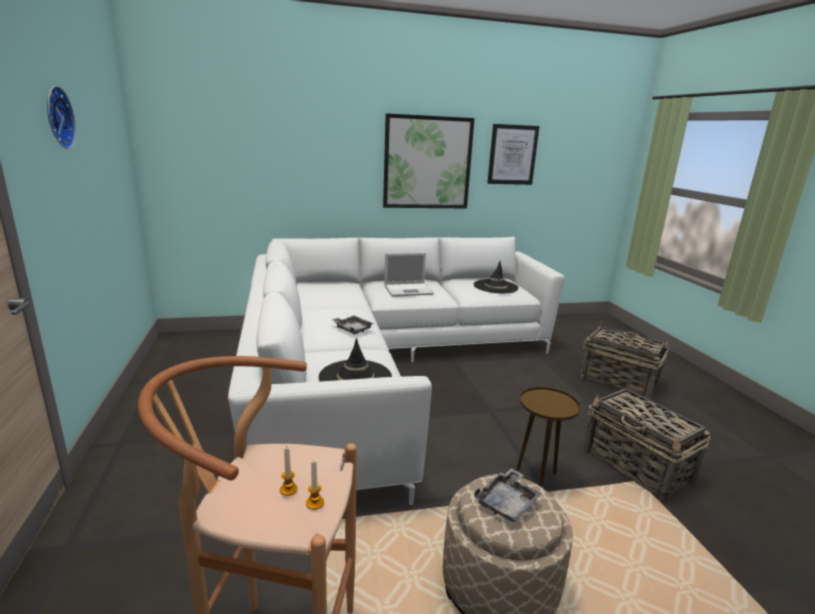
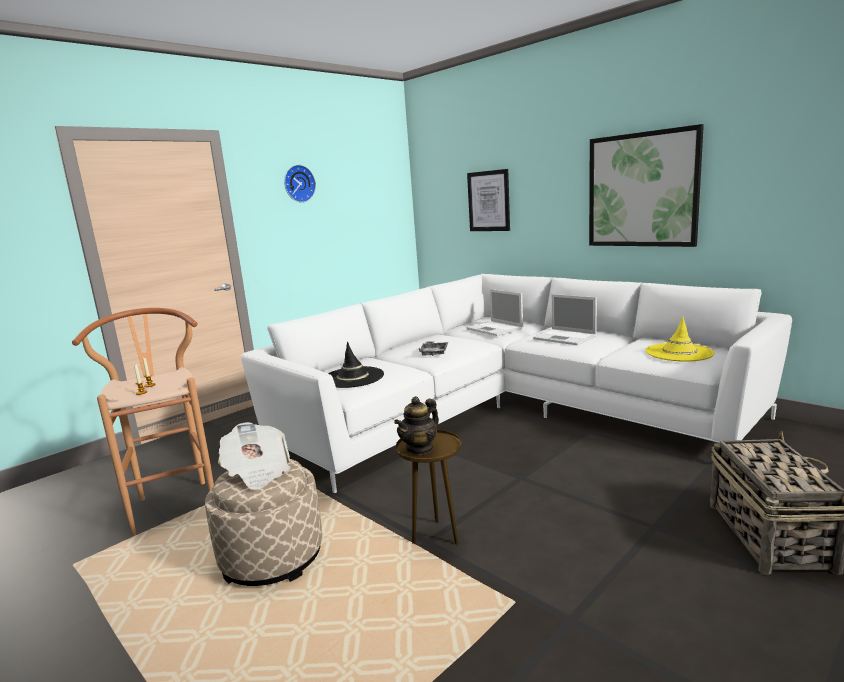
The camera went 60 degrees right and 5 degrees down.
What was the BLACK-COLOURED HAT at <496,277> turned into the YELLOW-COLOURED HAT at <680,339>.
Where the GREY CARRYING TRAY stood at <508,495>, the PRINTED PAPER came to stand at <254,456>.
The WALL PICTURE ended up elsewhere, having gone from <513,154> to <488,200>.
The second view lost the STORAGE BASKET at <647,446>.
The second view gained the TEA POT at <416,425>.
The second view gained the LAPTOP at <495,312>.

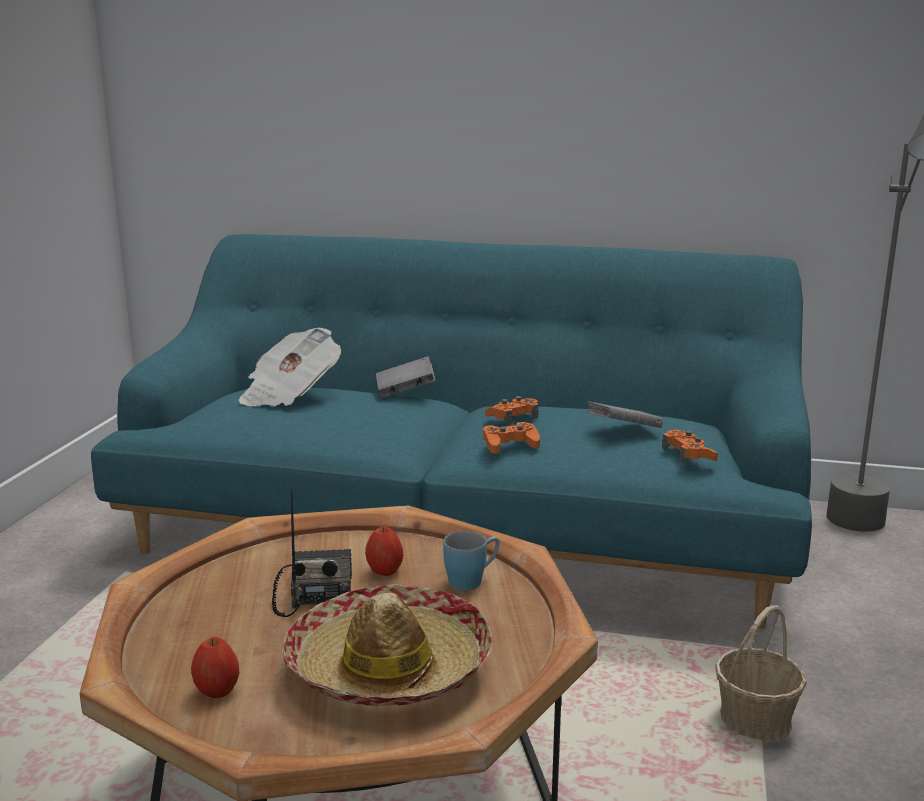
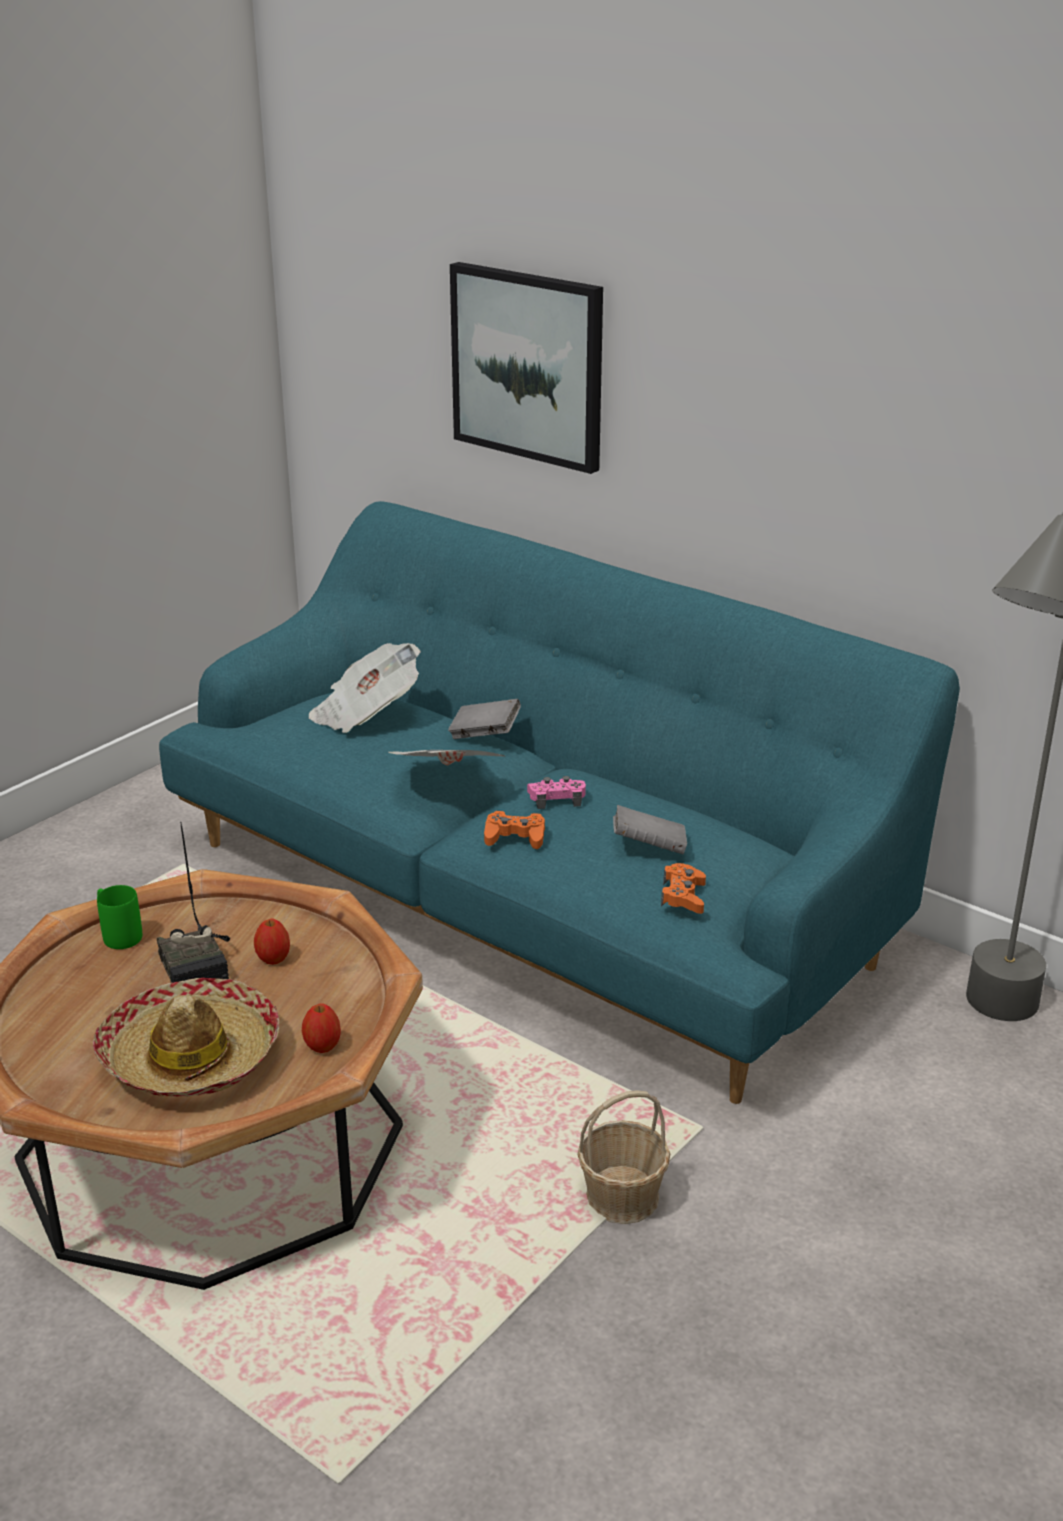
The camera went 25 degrees right and 10 degrees up.
The APPLE FRUIT ended up elsewhere, having gone from <215,667> to <321,1028>.
The RADIO at <312,552> ended up facing another way, 135 degrees clockwise from before.
The second view lost the BLUISH MUG at <471,560>.
What was the ORANGE-COLOURED JOYPAD at <511,410> turned into the PINK-COLOURED JOYPAD at <556,792>.
The second view gained the GREEN-COLOURED MUG at <119,917>.
The second view gained the PRINTED PAPER at <447,757>.
The second view gained the WALL PICTURE at <526,368>.

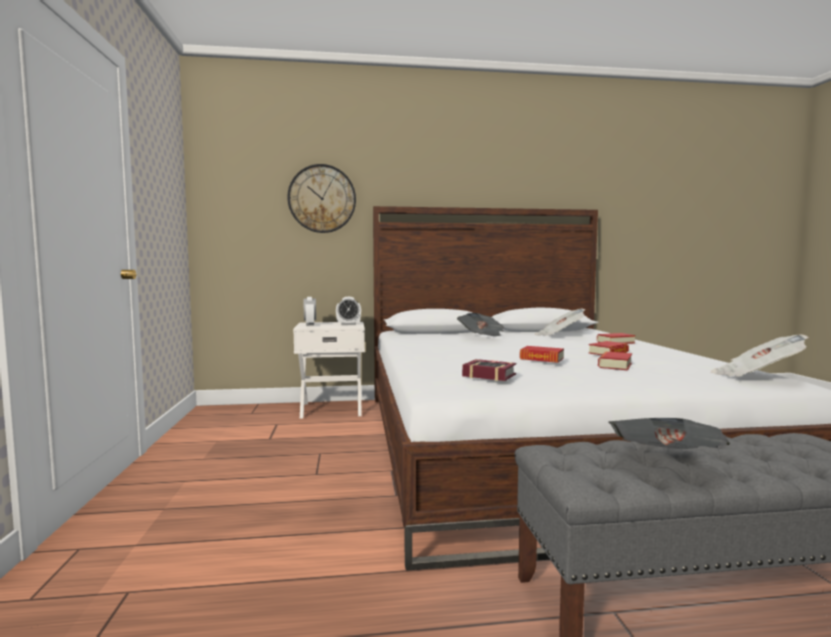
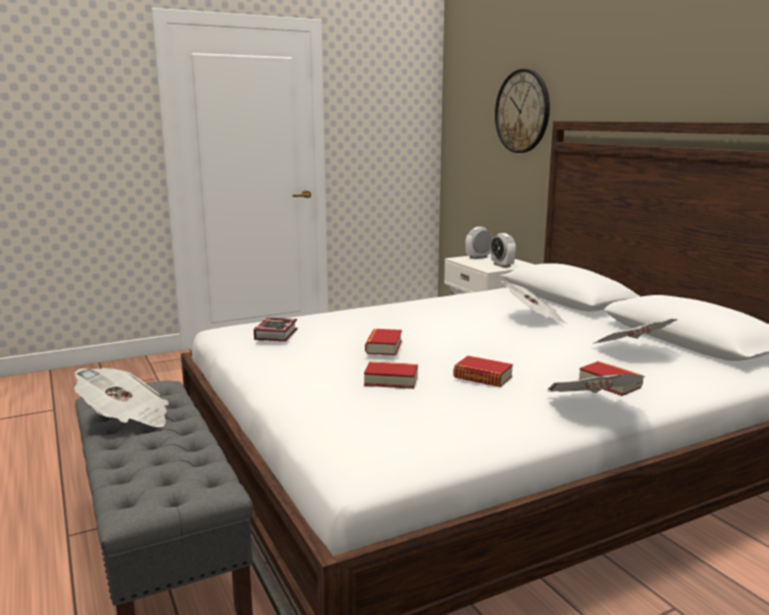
The camera went 70 degrees right and 10 degrees up.
The PRINTED PAPER ended up elsewhere, having gone from <760,356> to <596,383>.

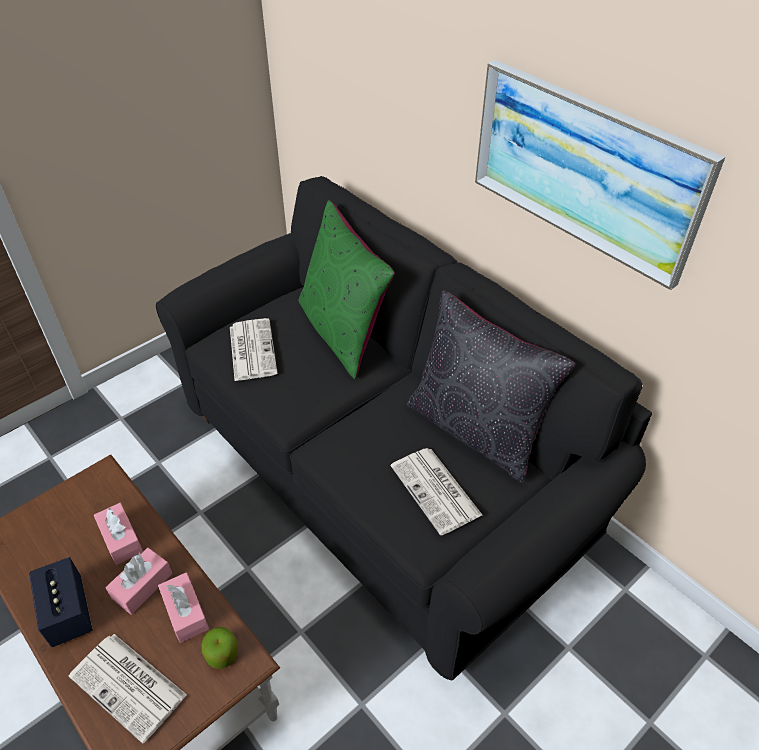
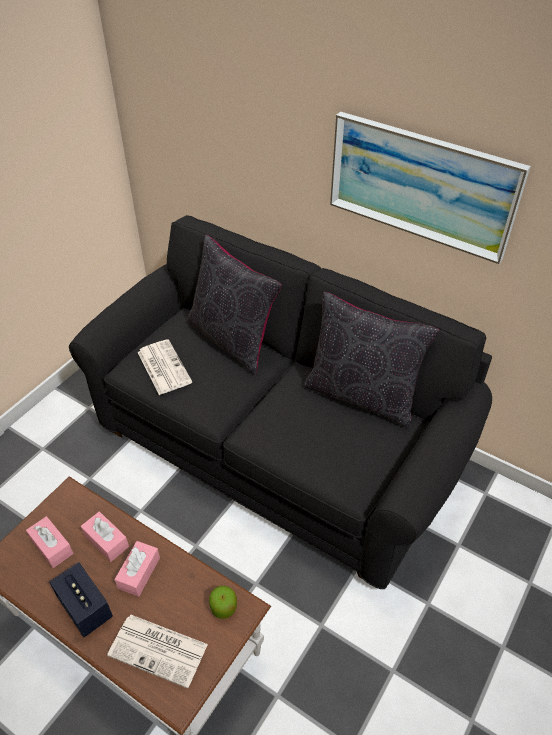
The camera went 15 degrees left and 0 degrees up.
The PINK-COLOURED BOX OF TISSUES ended up elsewhere, having gone from <183,607> to <49,542>.
What was the GREEN-COLOURED THROW PILLOW at <347,289> turned into the BLACK-COLOURED THROW PILLOW at <234,305>.
The second view lost the PRINTED PAPER at <436,491>.

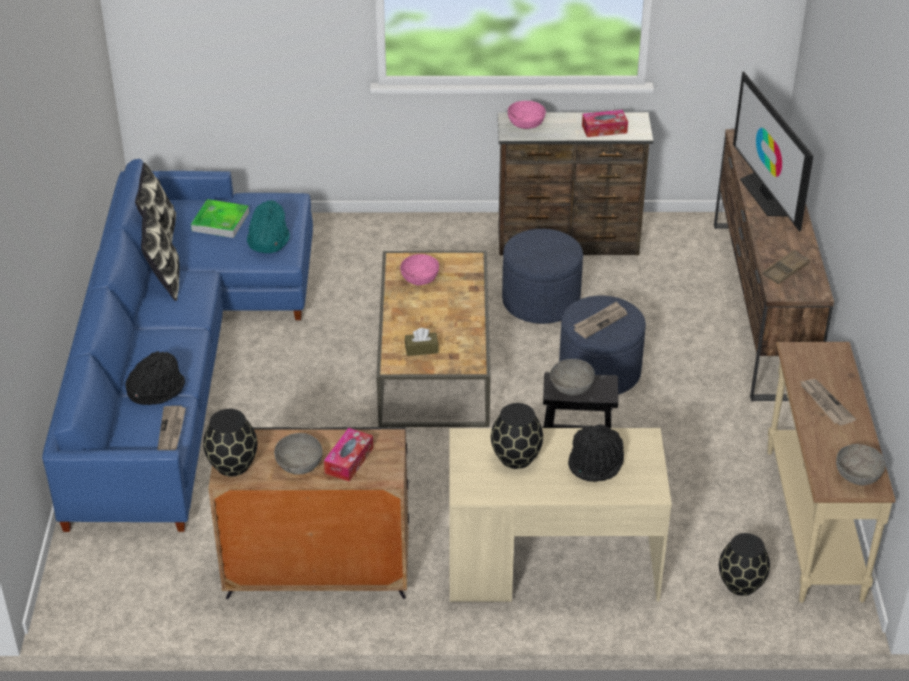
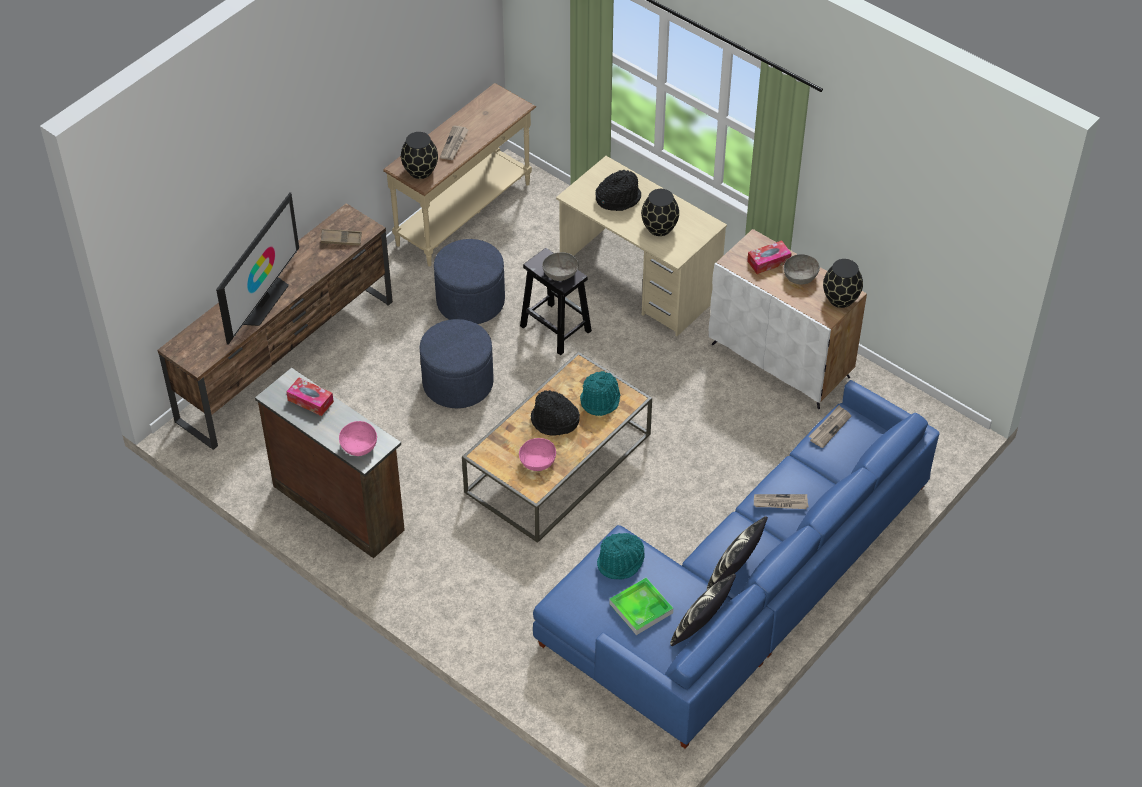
The camera went 140 degrees left and 10 degrees up.
The BLACK-COLOURED HAT ended up elsewhere, having gone from <155,378> to <555,413>.
What was the BLACK-COLOURED CUPBOARD at <309,513> turned into the WHITISH CUPBOARD at <788,319>.
Where the BROWN-COLOURED BOX OF TISSUES stood at <422,342>, the TURQUOISE-COLOURED HAT came to stand at <600,393>.
The BLUISH POUFFE ended up elsewhere, having gone from <542,276> to <469,281>.
The PRINTED PAPER ended up elsewhere, having gone from <600,319> to <781,501>.
The BLACK-COLOURED VASE ended up elsewhere, having gone from <744,564> to <419,155>.
The second view lost the GREY SERVING BOWL at <861,465>.

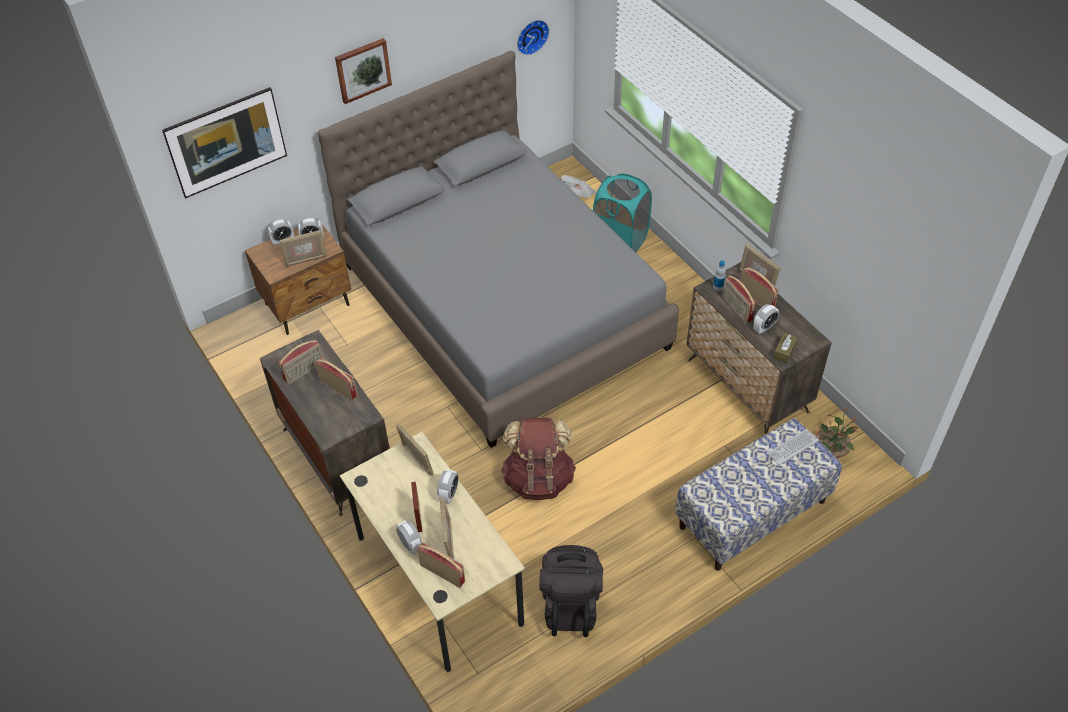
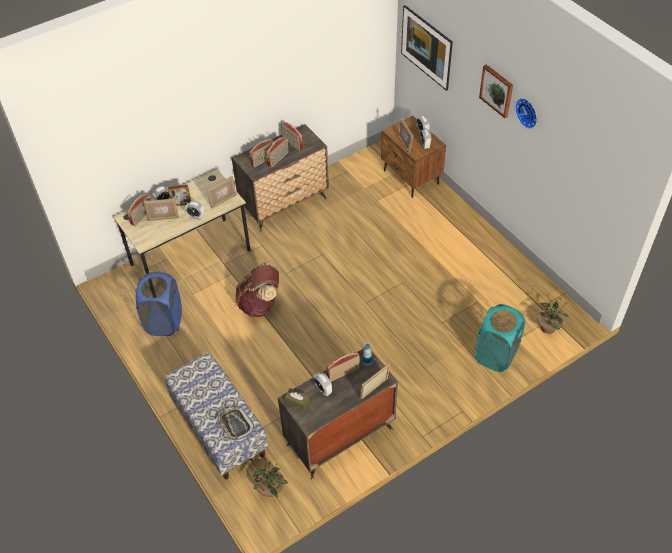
The camera went 90 degrees right and 0 degrees up.
The second view lost the GREY SLEEPING BED at <498,249>.
The WALL CLOCK ended up elsewhere, having gone from <533,37> to <526,113>.
Where the BLACK-COLOURED KNAPSACK stood at <571,591>, the BLUISH HAMPER came to stand at <159,304>.
Where the PRINTED PAPER stood at <579,186>, the POTTED PLANT came to stand at <553,314>.
The RADIO ended up elsewhere, having gone from <759,287> to <261,153>.
Where the COMPUTER KEYBOARD stood at <792,447>, the CARRYING TRAY came to stand at <235,423>.

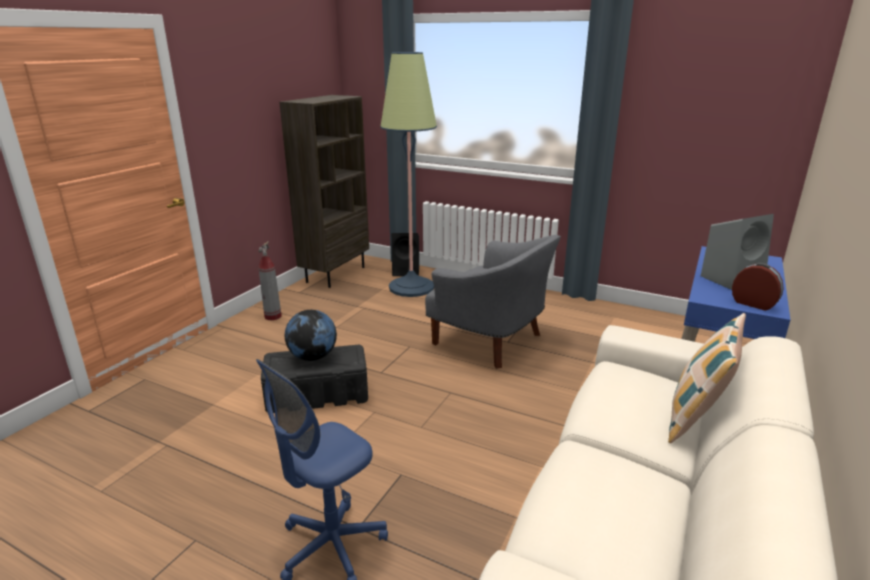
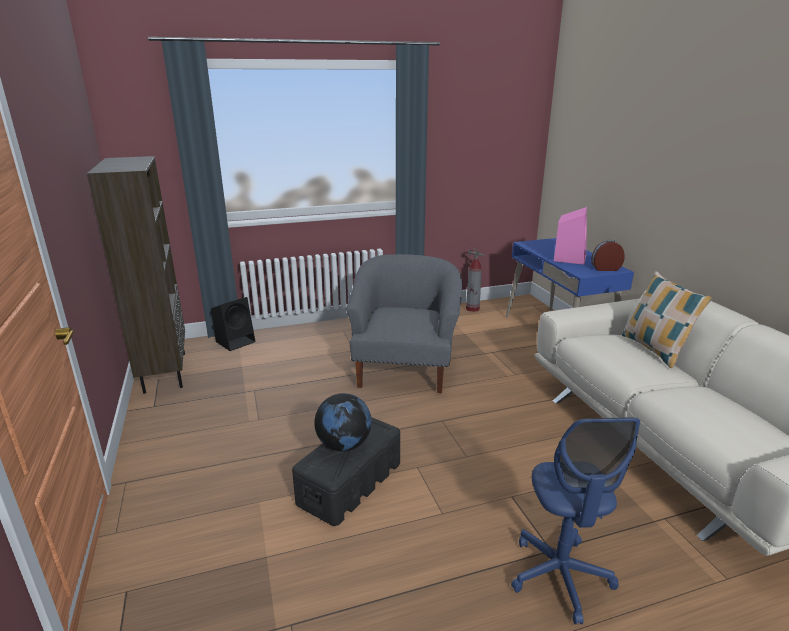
The camera went 45 degrees left and 0 degrees up.
The EXTINGUISHER ended up elsewhere, having gone from <270,280> to <475,280>.
The second view lost the FLOOR LAMP at <408,174>.
The GREY EASY CHAIR at <493,302> ended up facing another way, 75 degrees counterclockwise from before.
What was the GREY LOUDSPEAKER at <737,252> turned into the PINK-COLOURED LOUDSPEAKER at <570,236>.

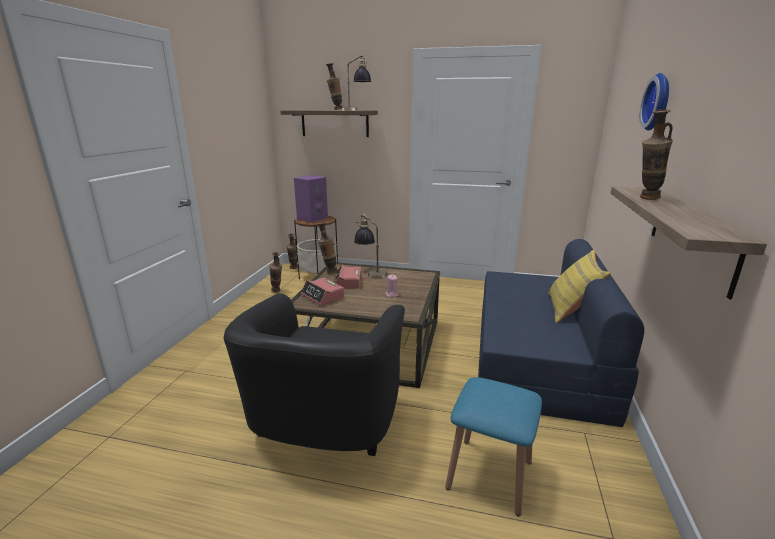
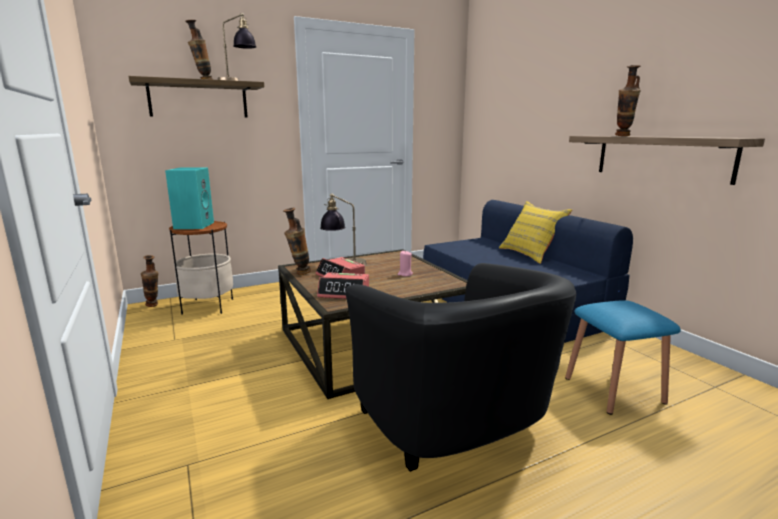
The camera went 40 degrees left and 5 degrees down.
The second view lost the VASE at <275,272>.
What was the PURPLISH LOUDSPEAKER at <311,199> turned into the TURQUOISE-COLOURED LOUDSPEAKER at <189,198>.
The second view lost the WALL CLOCK at <654,102>.

